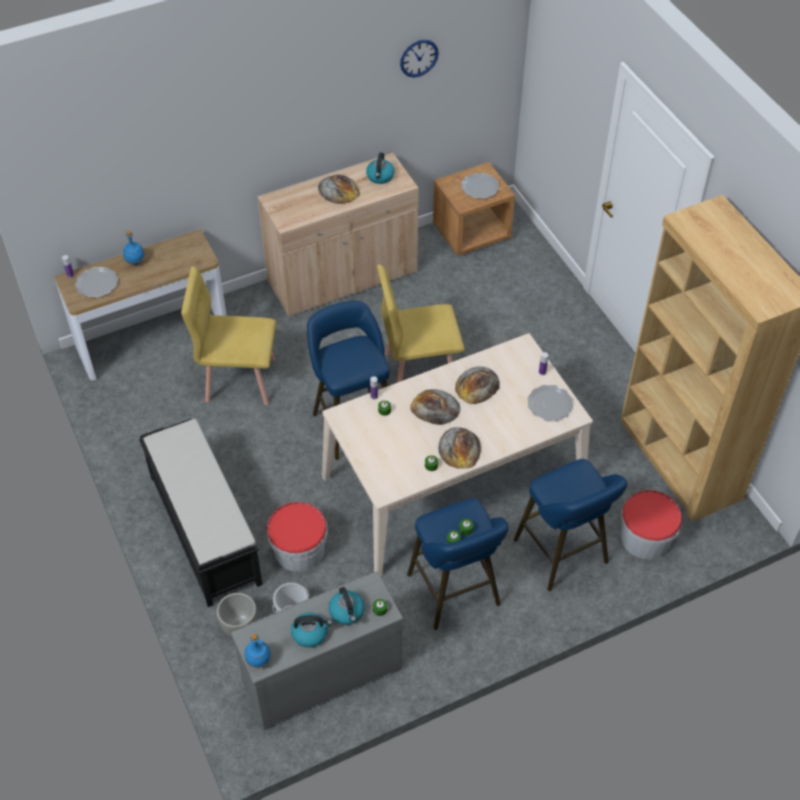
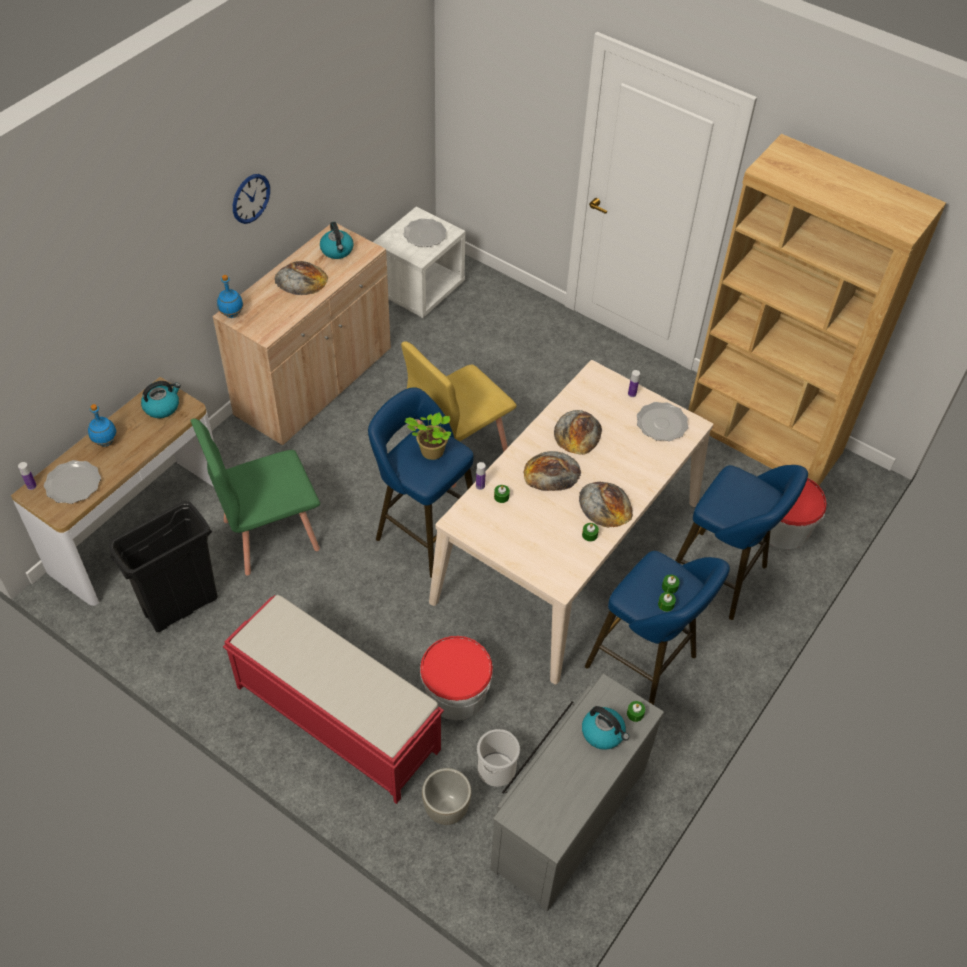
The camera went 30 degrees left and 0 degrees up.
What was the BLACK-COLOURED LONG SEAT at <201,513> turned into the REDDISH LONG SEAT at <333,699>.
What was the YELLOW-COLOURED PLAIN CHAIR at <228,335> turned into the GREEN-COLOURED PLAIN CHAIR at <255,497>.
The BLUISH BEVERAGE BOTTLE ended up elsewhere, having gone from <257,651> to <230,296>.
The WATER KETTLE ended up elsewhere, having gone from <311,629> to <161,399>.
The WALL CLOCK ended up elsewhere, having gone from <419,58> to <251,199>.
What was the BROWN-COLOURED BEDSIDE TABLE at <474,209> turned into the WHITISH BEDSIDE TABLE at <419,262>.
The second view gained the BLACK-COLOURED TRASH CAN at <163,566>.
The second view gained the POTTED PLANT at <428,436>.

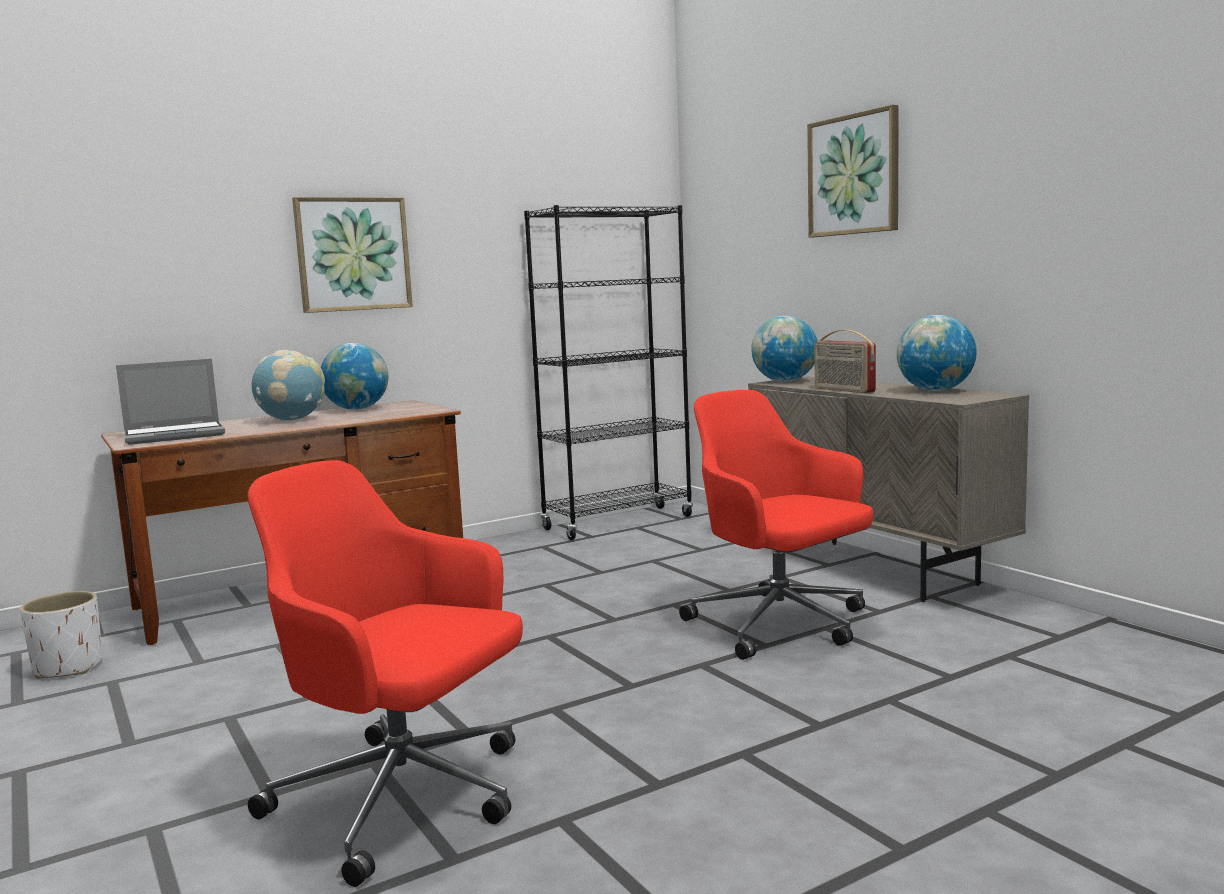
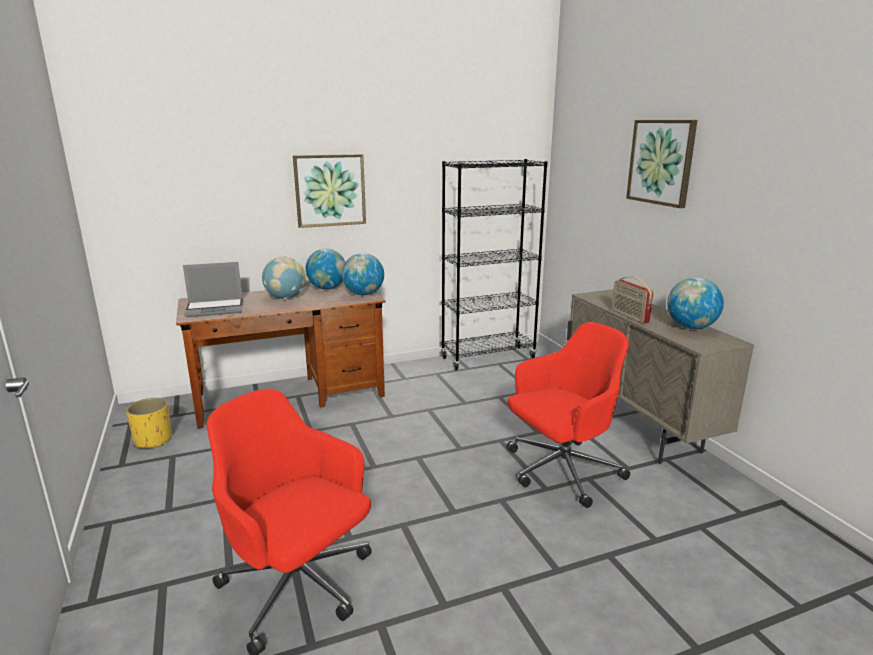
The camera went 10 degrees right and 10 degrees up.
What was the WHITISH PLANT POT at <61,635> turned into the YELLOW-COLOURED PLANT POT at <149,423>.
The REDDISH DESK CHAIR at <776,525> ended up facing another way, 90 degrees clockwise from before.
The DESK GLOBE ended up elsewhere, having gone from <784,349> to <363,274>.

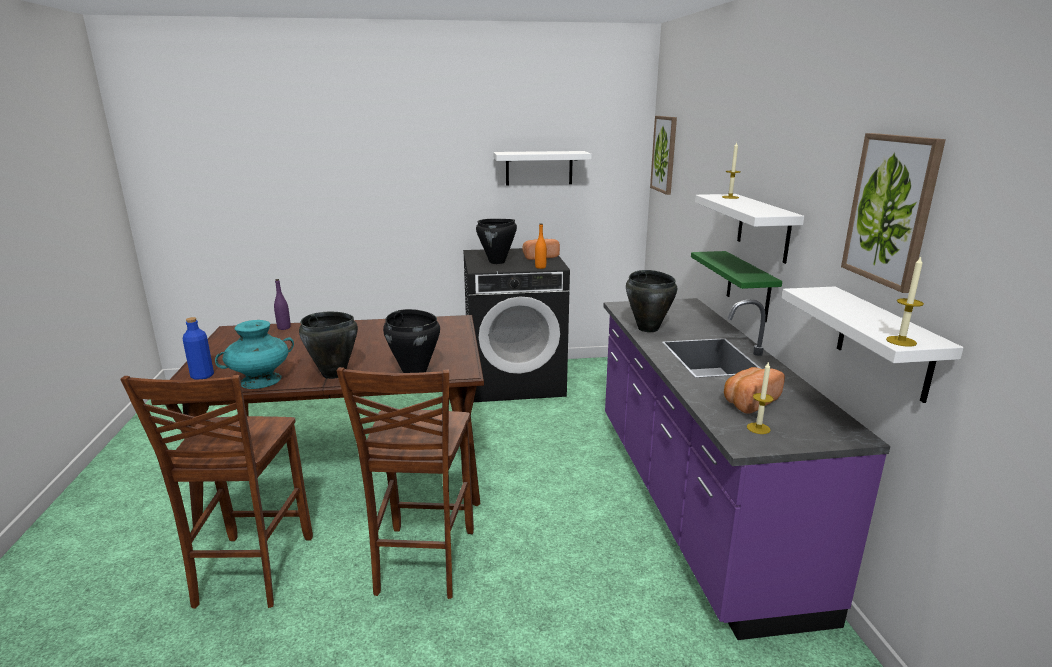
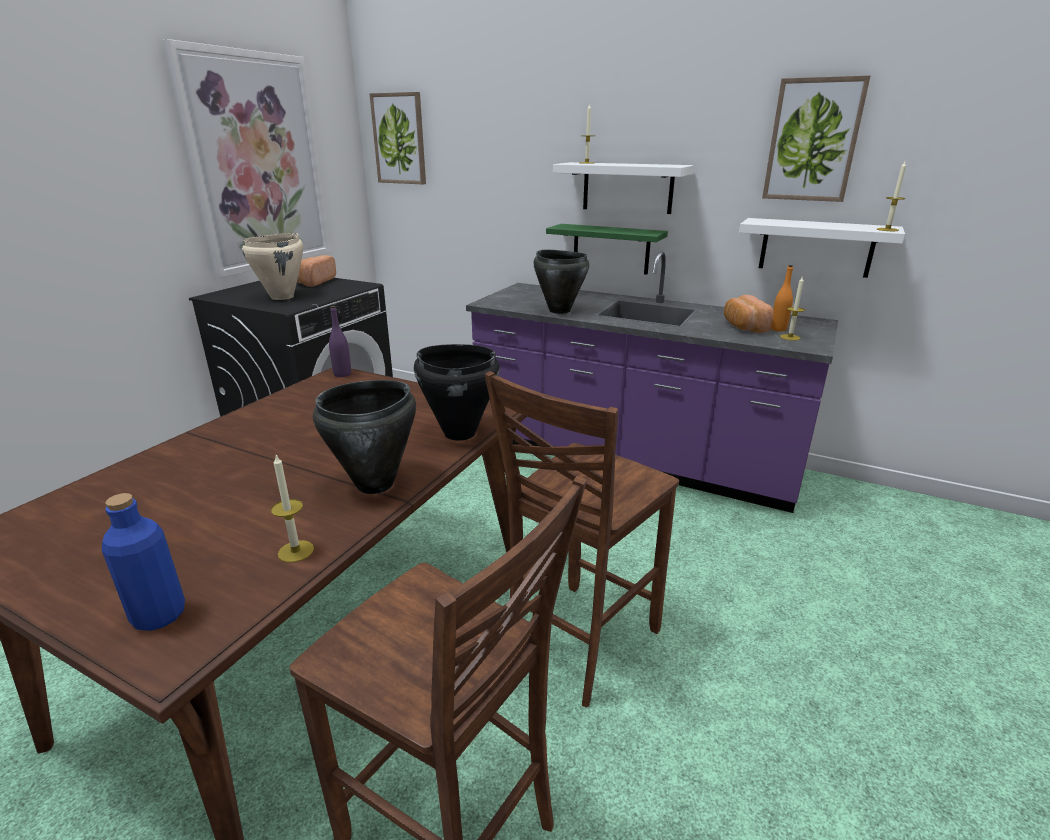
The camera went 55 degrees left and 5 degrees up.
Where the TURQUOISE-COLOURED VASE stood at <254,354>, the WAX LIGHT came to stand at <292,509>.
The PURPLISH BEVERAGE BOTTLE ended up elsewhere, having gone from <282,304> to <340,341>.
The BROWN-COLOURED PLAIN CHAIR at <405,483> ended up facing another way, 90 degrees clockwise from before.
What was the BLACK-COLOURED SAUCEPOT at <496,241> turned into the BEIGE SAUCEPOT at <272,266>.
Where the WHITISH BRACKET SHELF hung at <542,168>, the WALL PICTURE came to hang at <246,158>.
The ORANGE-COLOURED BEVERAGE BOTTLE ended up elsewhere, having gone from <541,246> to <782,298>.

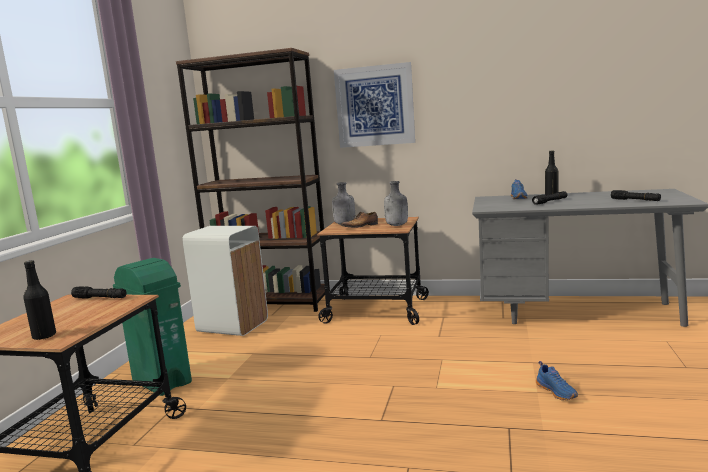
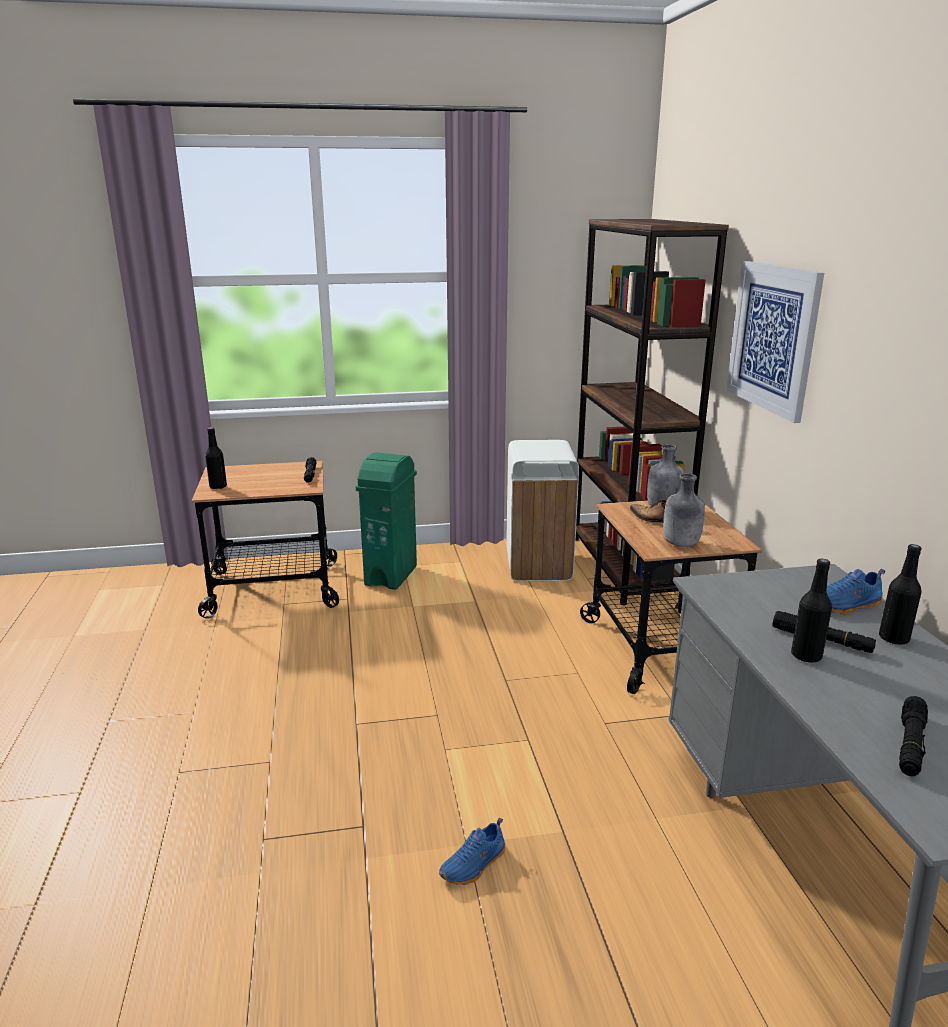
The camera went 65 degrees right and 10 degrees up.
The second view gained the BLACK-COLOURED BEVERAGE BOTTLE at <811,611>.

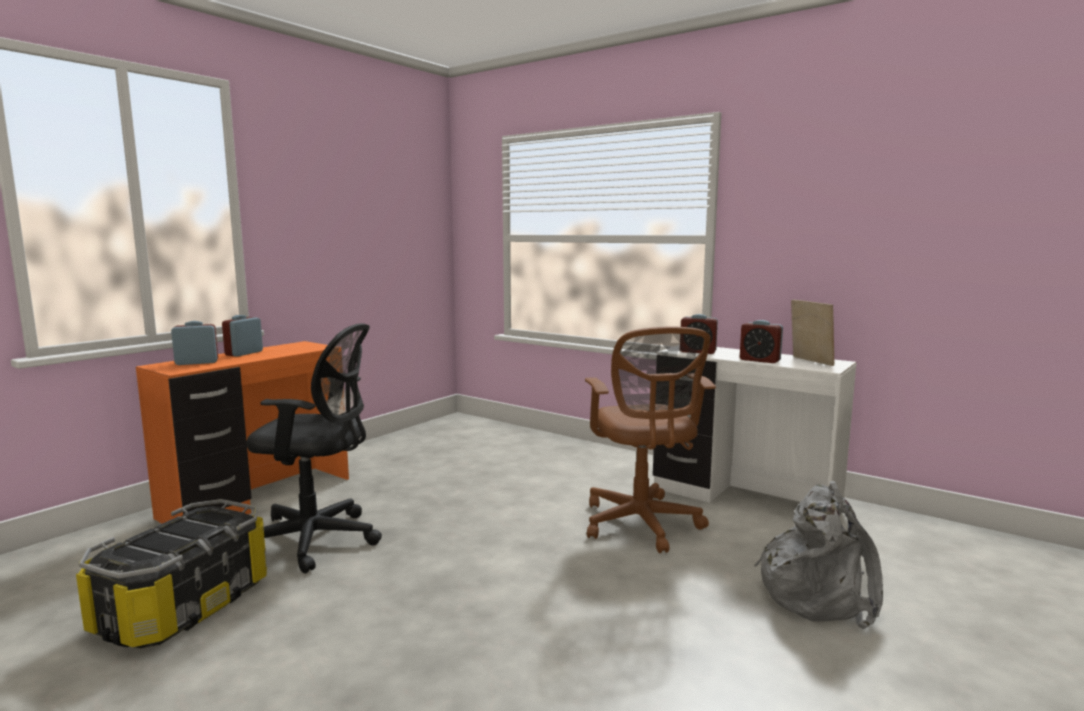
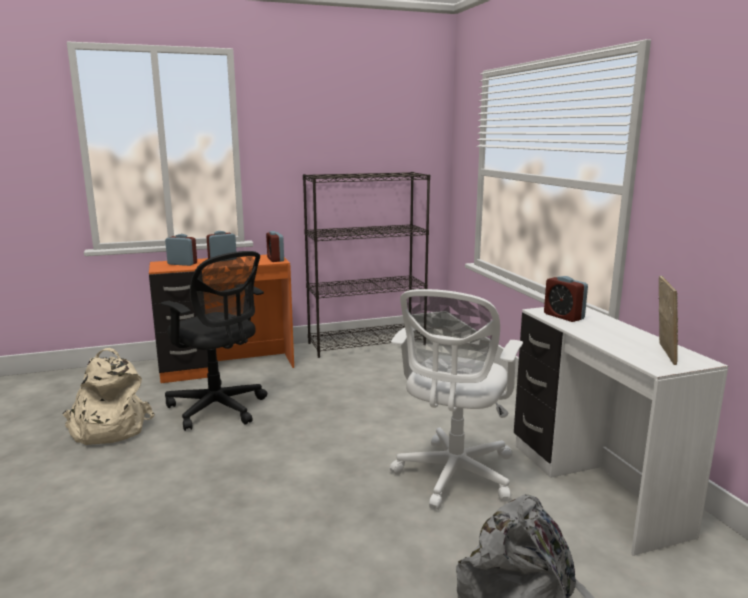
The camera went 35 degrees right and 5 degrees up.
Where the STORAGE BIN stood at <171,573>, the BEIGE KNAPSACK came to stand at <108,396>.
What was the BROWN-COLOURED DESK CHAIR at <650,440> turned into the WHITISH DESK CHAIR at <456,399>.
The ALARM CLOCK ended up elsewhere, having gone from <761,341> to <275,246>.
The second view gained the BLACK-COLOURED BOOKCASE at <366,265>.

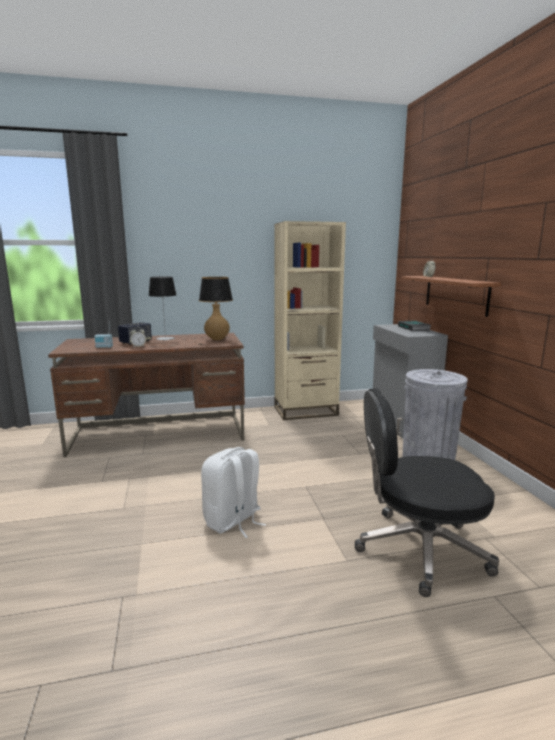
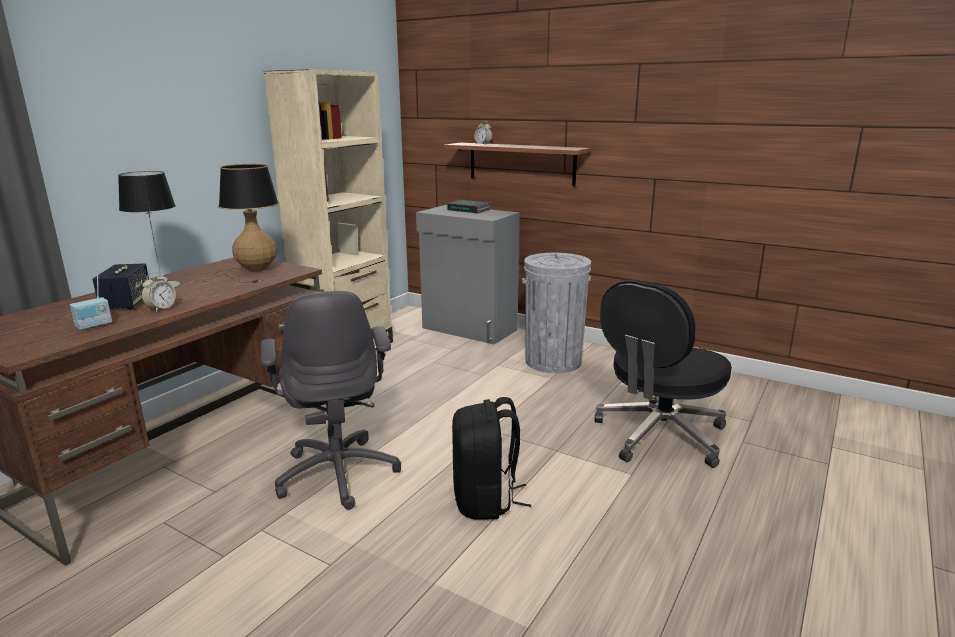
The camera went 45 degrees left and 5 degrees up.
What was the WHITISH KNAPSACK at <233,492> turned into the BLACK-COLOURED KNAPSACK at <491,458>.
The second view gained the GREY DESK CHAIR at <330,400>.

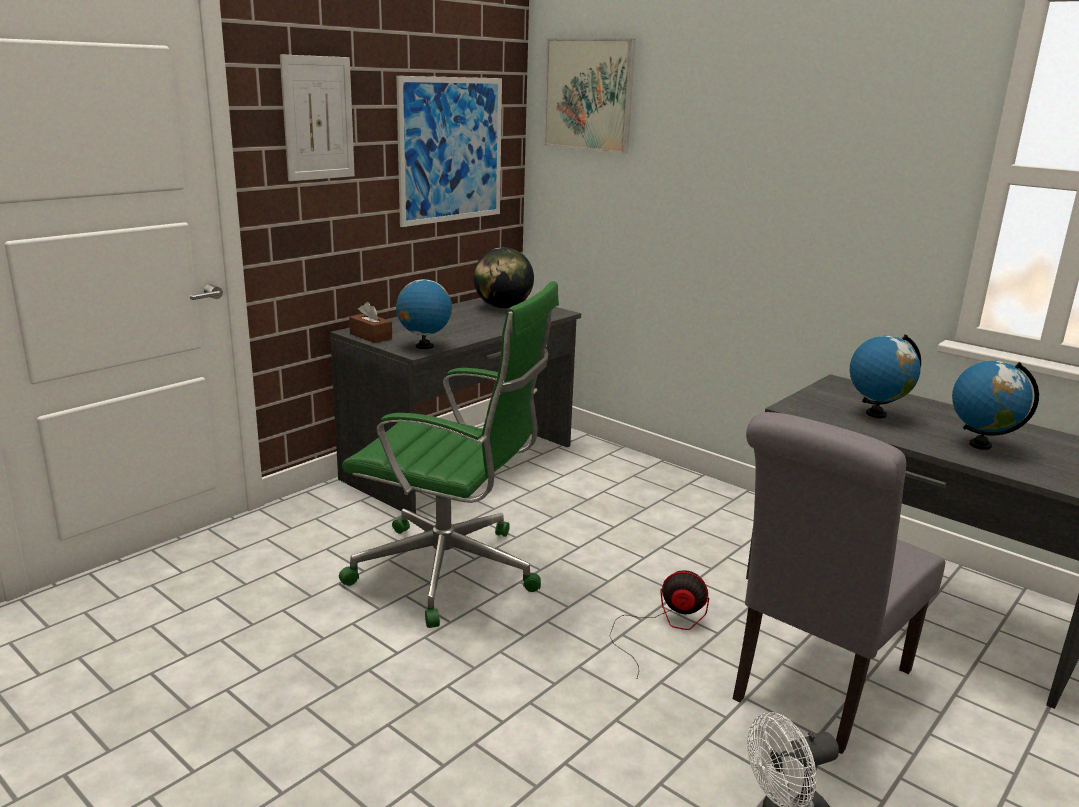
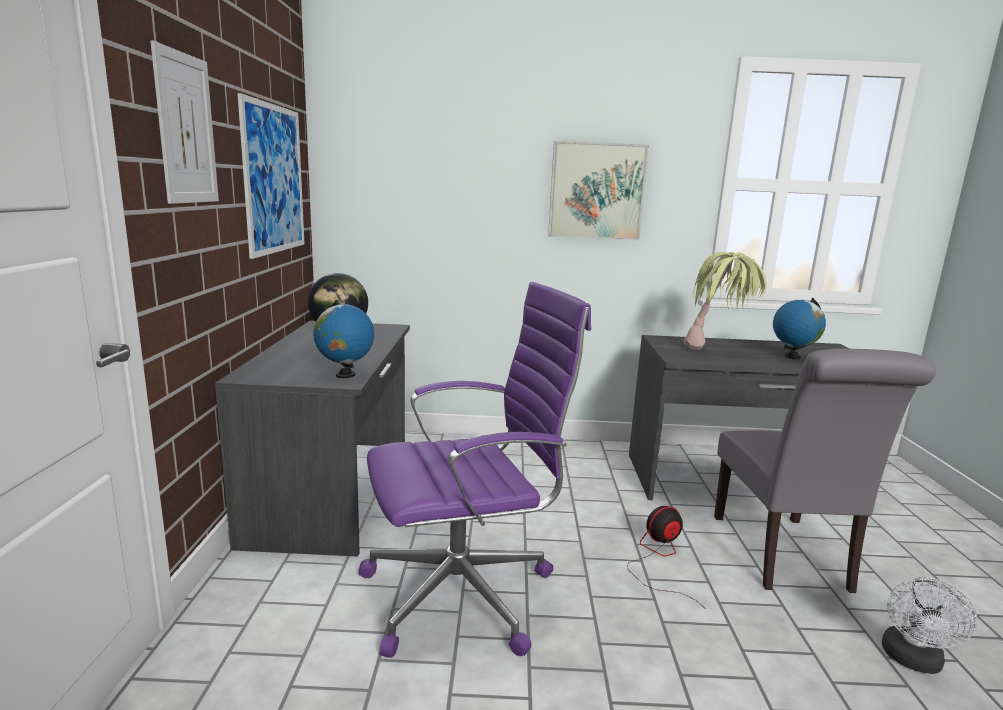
The camera went 40 degrees left and 5 degrees down.
What was the GREEN-COLOURED DESK CHAIR at <449,454> turned into the PURPLISH DESK CHAIR at <474,470>.
The second view lost the BROWN-COLOURED BOX OF TISSUES at <370,322>.
The WALL PICTURE ended up elsewhere, having gone from <589,96> to <598,191>.
Where the DESK GLOBE stood at <885,376>, the POTTED PLANT came to stand at <725,301>.

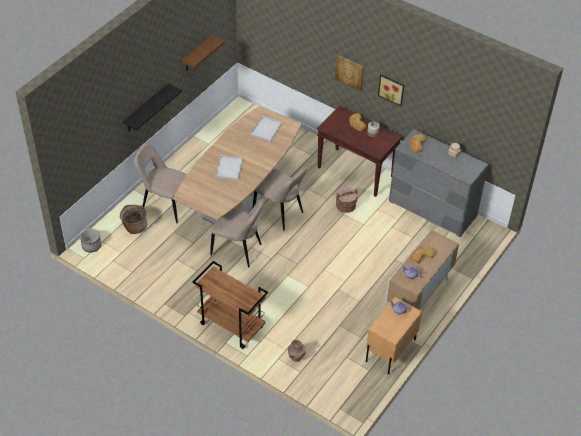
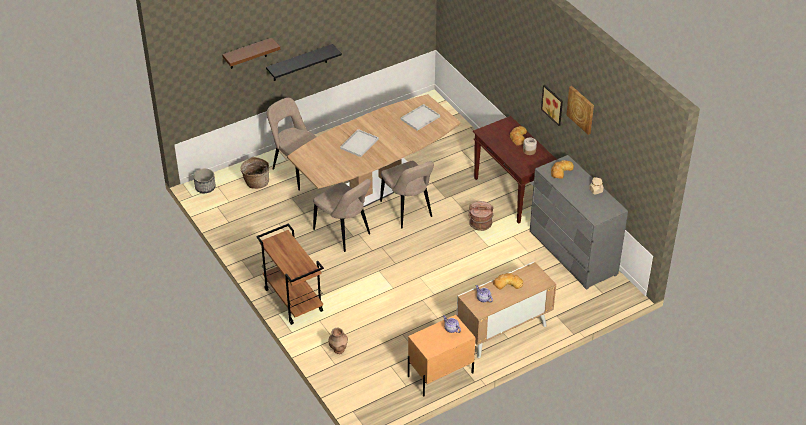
The camera went 25 degrees right and 5 degrees down.
The BROWN-COLOURED BRACKET SHELF ended up elsewhere, having gone from <202,52> to <251,53>.
The WALL PICTURE ended up elsewhere, having gone from <349,73> to <580,110>.

